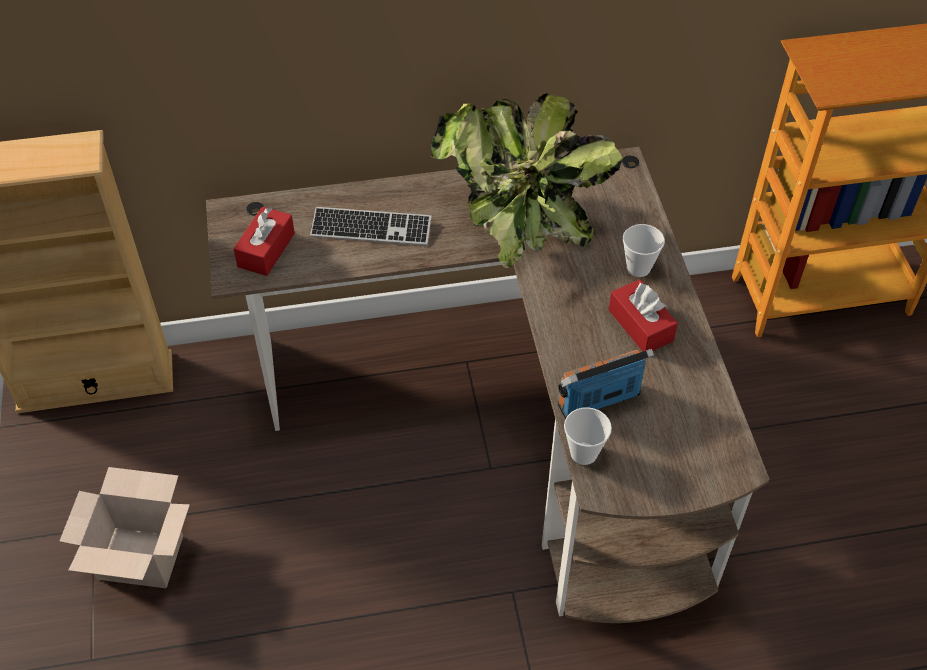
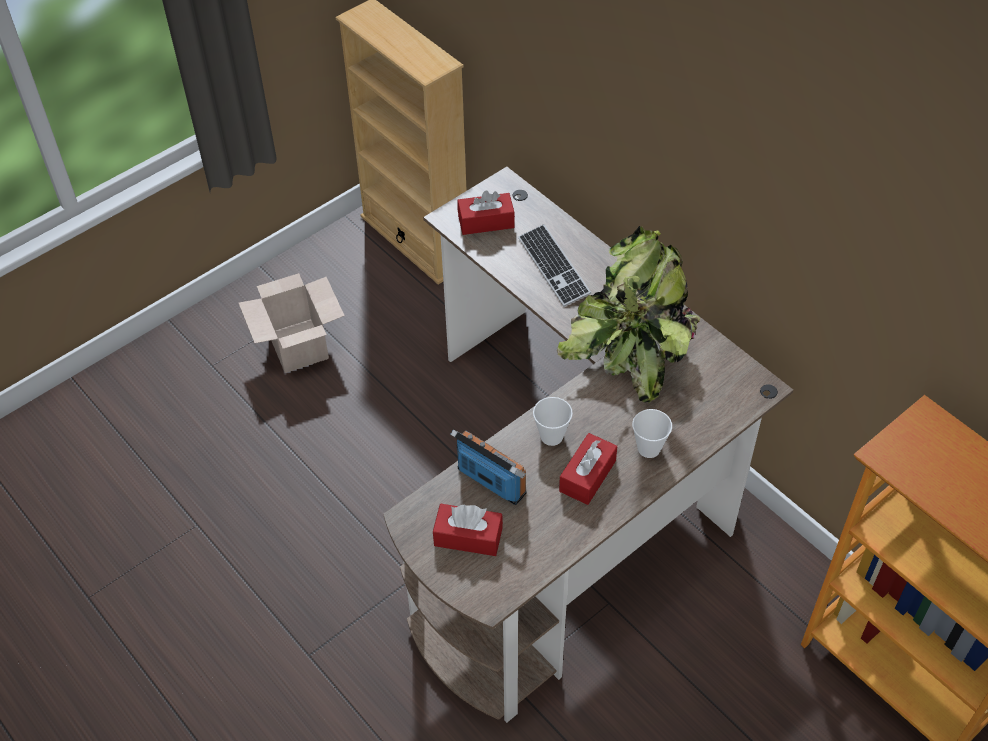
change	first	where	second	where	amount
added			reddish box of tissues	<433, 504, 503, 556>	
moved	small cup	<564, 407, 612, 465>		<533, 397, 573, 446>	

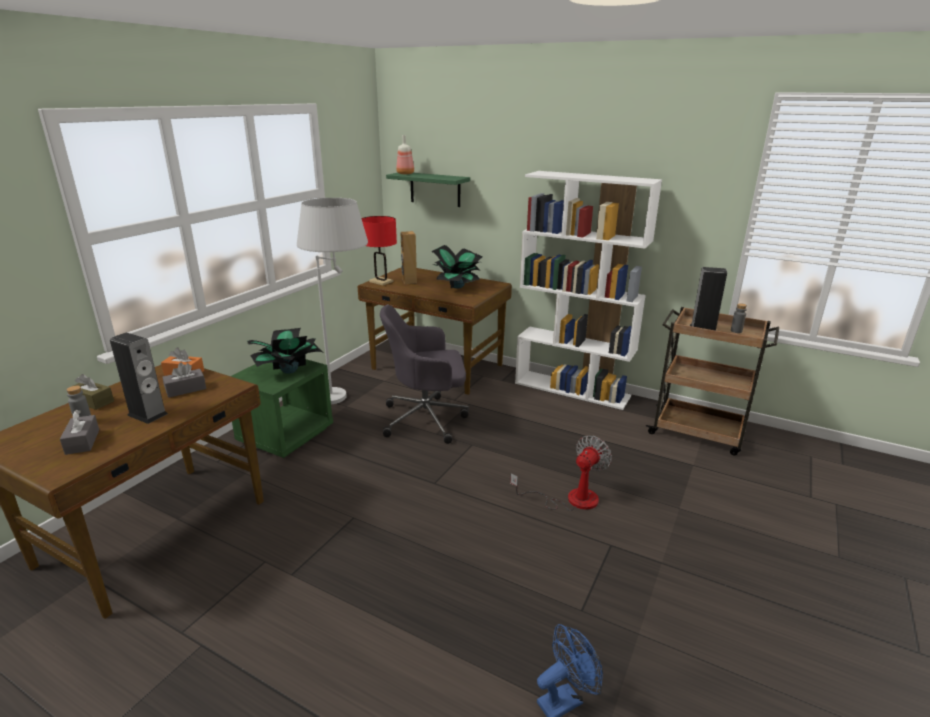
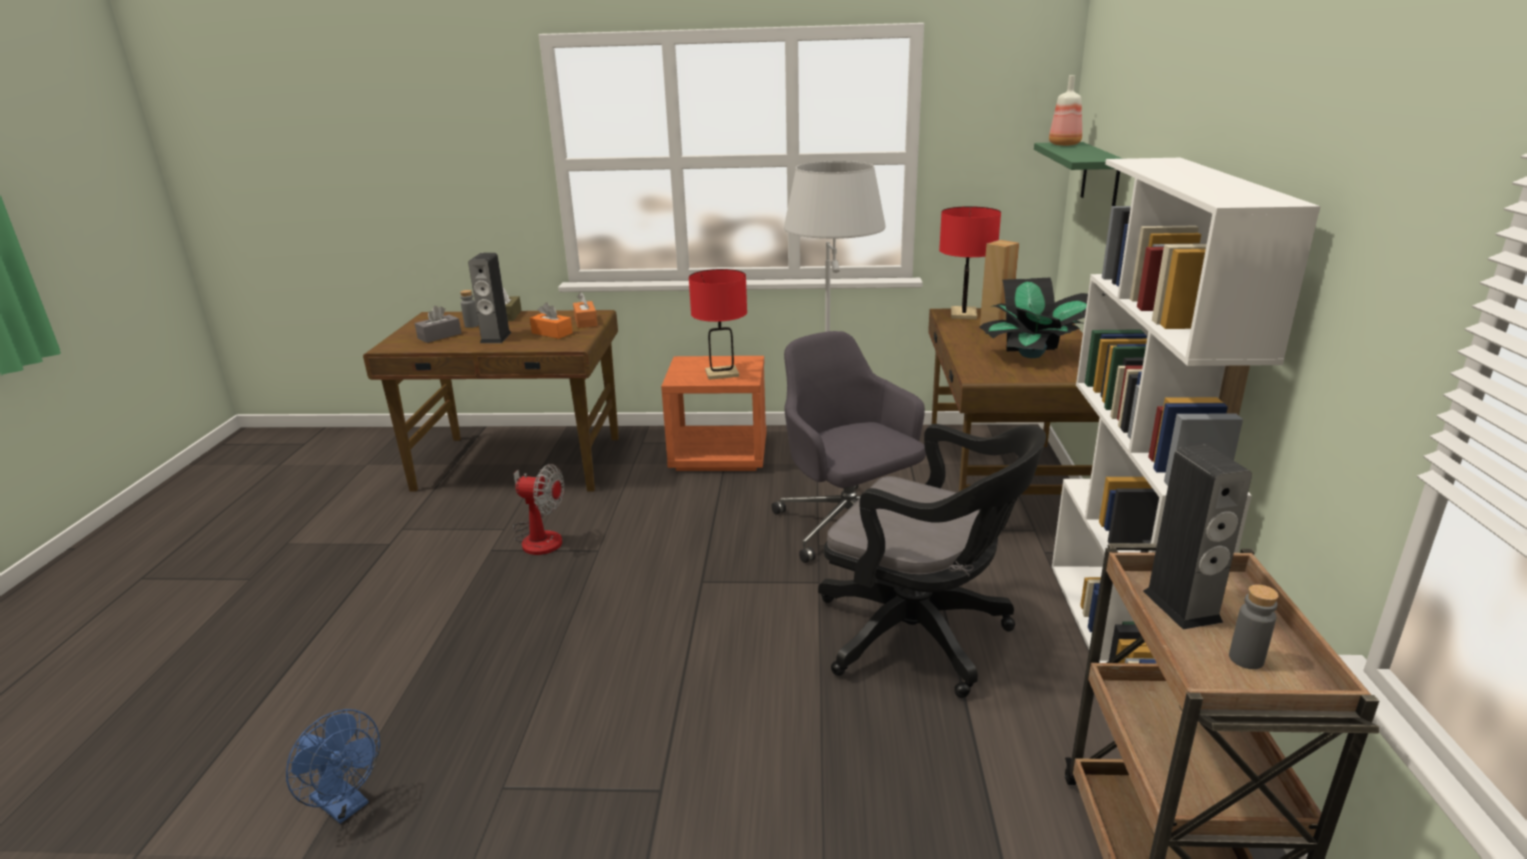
change	first	where	second	where	amount
moved	fan	<510, 435, 612, 511>		<513, 464, 564, 555>	
recoloured	gray box of tissues	<163, 363, 206, 398>	orange box of tissues	<530, 303, 573, 339>	
recoloured	green-coloured nightstand	<231, 359, 333, 458>	orange nightstand	<661, 356, 767, 471>	
replaced	potted plant	<247, 328, 322, 374>	reddish table lamp	<689, 269, 747, 380>	
added			black desk chair	<818, 424, 1046, 698>	

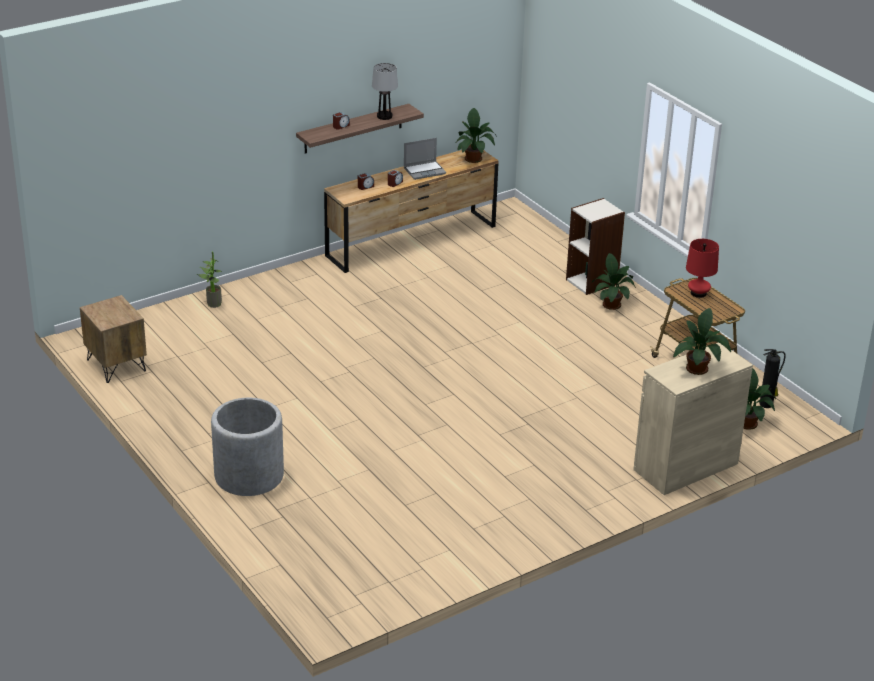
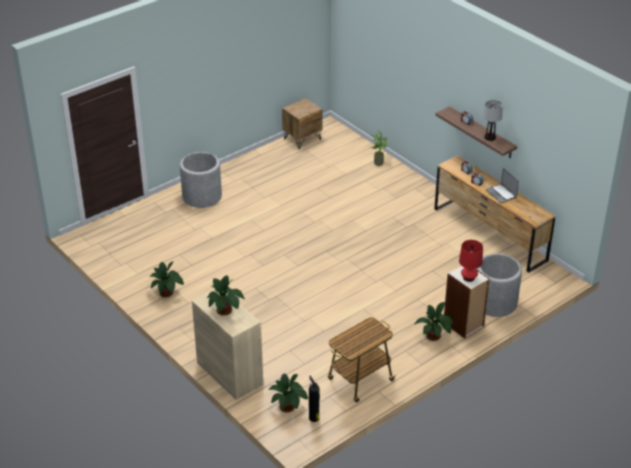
change	first	where	second	where	amount
moved	potted plant	<456, 108, 497, 163>		<148, 261, 184, 298>	
moved	reddish table lamp	<686, 239, 719, 298>		<459, 240, 483, 282>	
added			gray flower pot	<476, 254, 522, 317>	

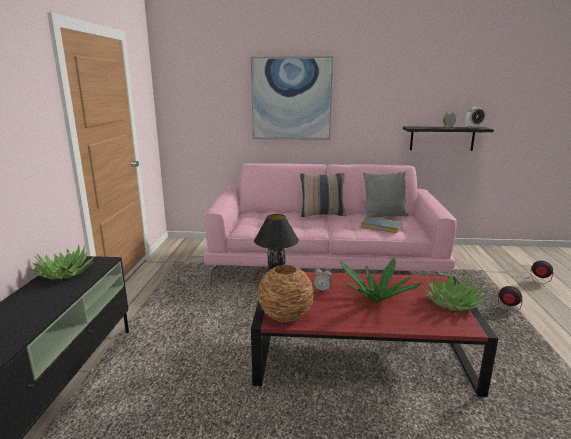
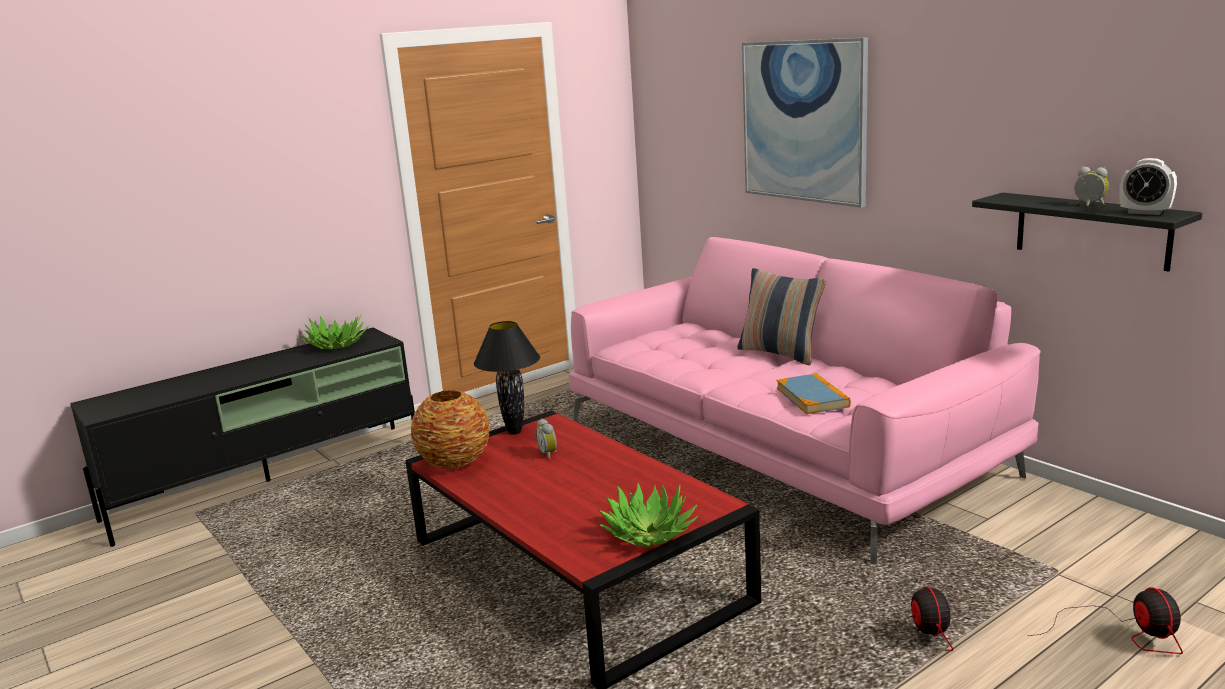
change	first	where	second	where	amount
removed	potted plant	<340, 258, 422, 302>			
removed	gray cushion	<363, 172, 409, 218>			

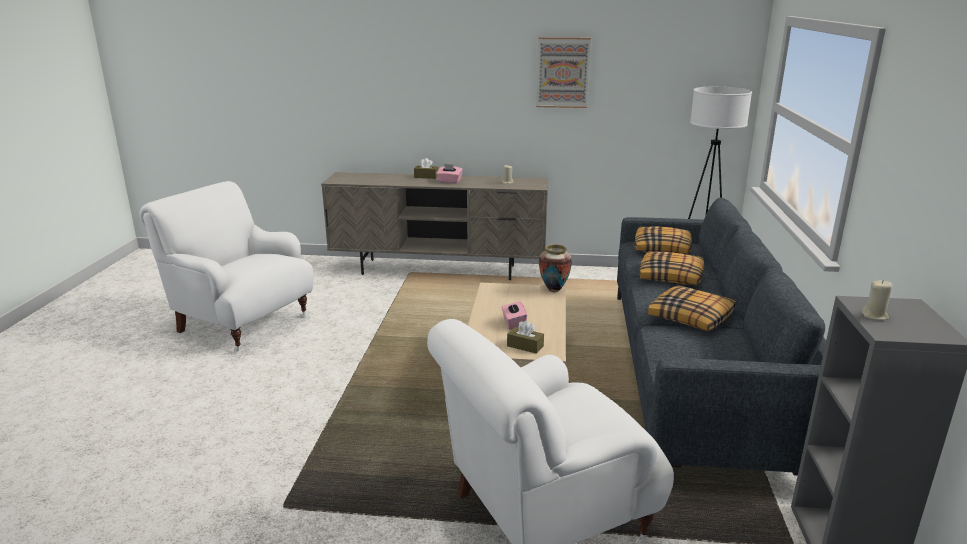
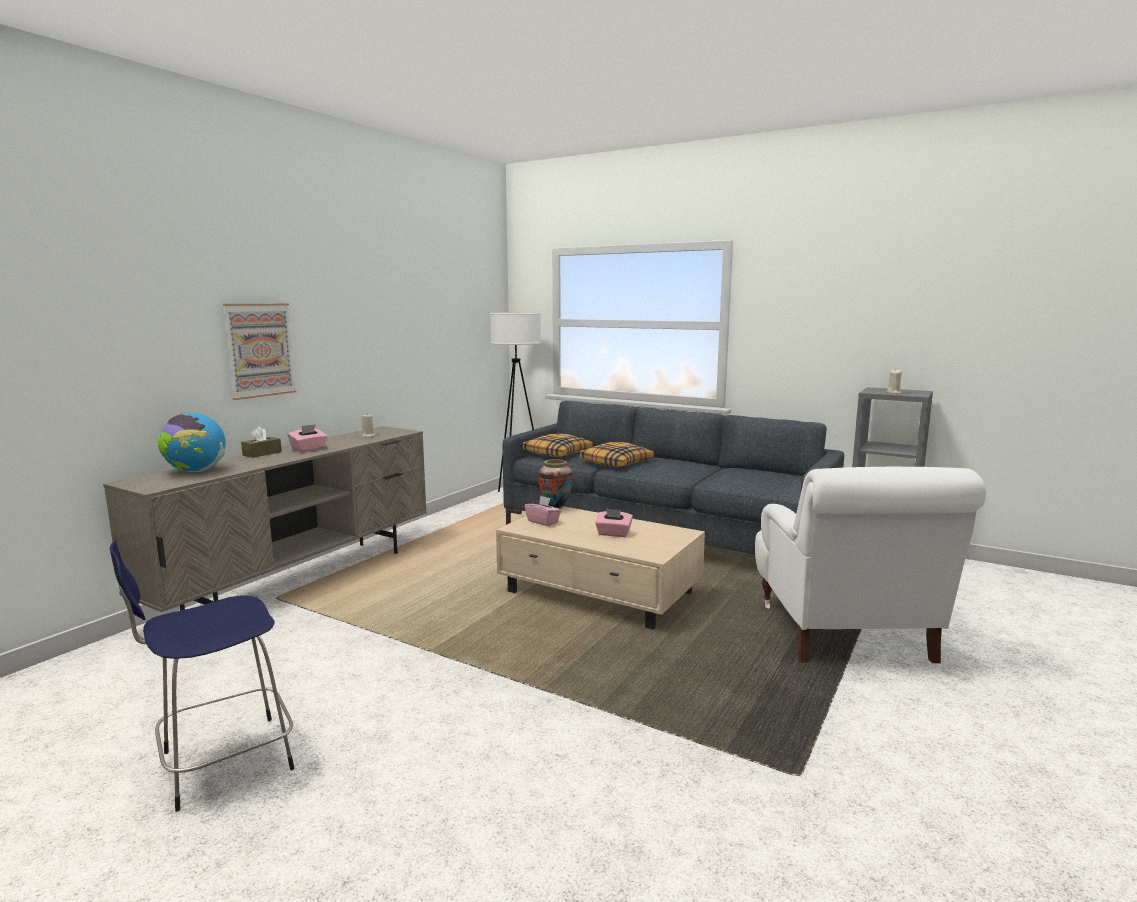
change	first	where	second	where	amount
replaced	white armchair	<139, 181, 314, 352>	blue stool	<110, 541, 294, 812>	
added			globe	<158, 413, 225, 472>	
moved	wall picture	<536, 37, 591, 108>		<223, 304, 296, 400>	
added			pinkish box of tissues	<525, 496, 561, 526>	
removed	brownish box of tissues	<507, 321, 544, 354>			
removed	cushion	<648, 285, 736, 331>			

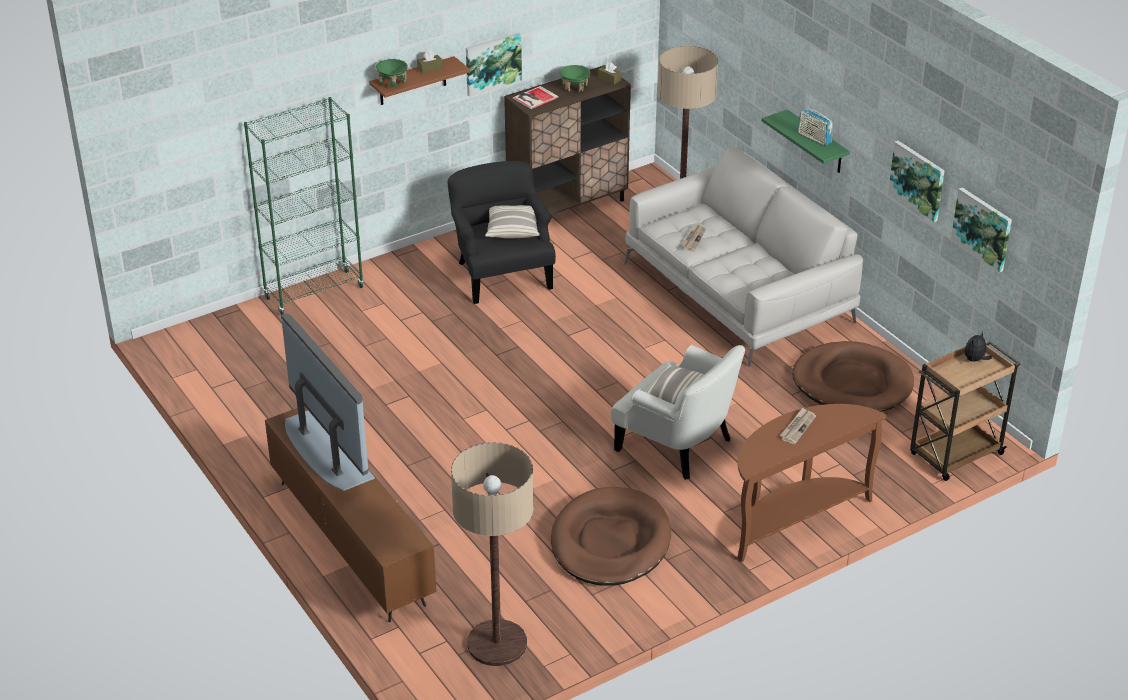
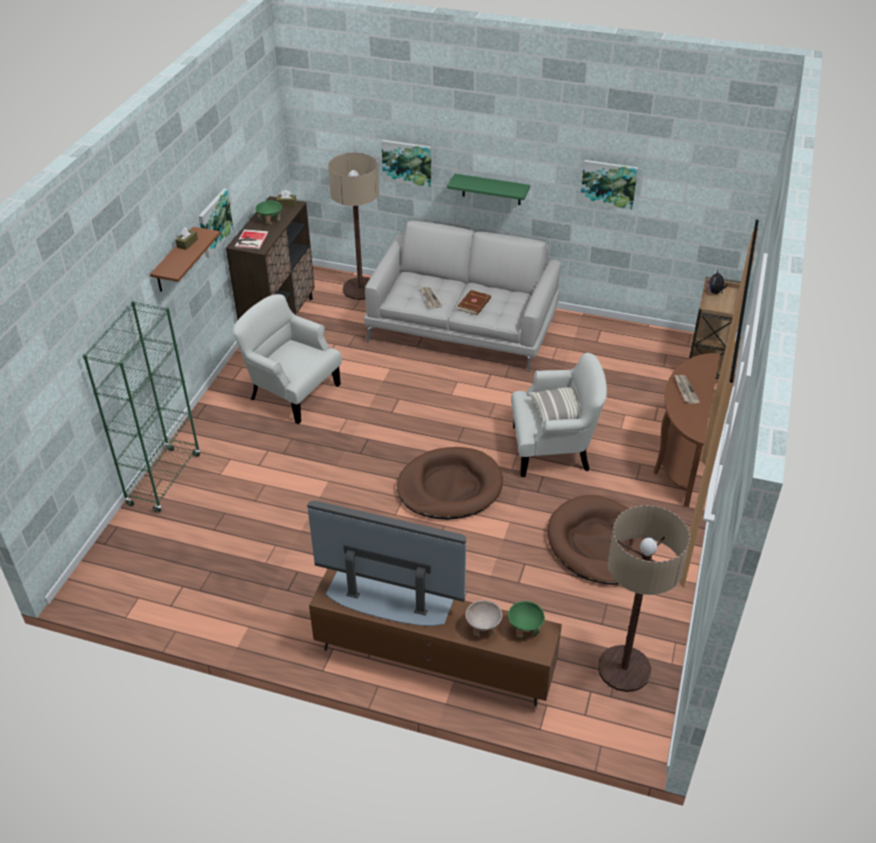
change	first	where	second	where	amount
recoloured	black armchair	<447, 161, 556, 304>	white armchair	<233, 294, 342, 424>	
moved	wall picture	<951, 187, 1012, 272>		<381, 140, 431, 188>	
moved	brownish pet bed	<792, 341, 914, 412>		<397, 447, 503, 520>	
added			brownish bound book	<457, 290, 491, 315>	
added			beige-coloured deep dish	<465, 600, 502, 638>	
moved	green-coloured deep dish	<376, 59, 408, 88>		<508, 601, 545, 639>	
removed	cushion	<485, 205, 540, 239>			
removed	radio	<797, 106, 832, 146>			

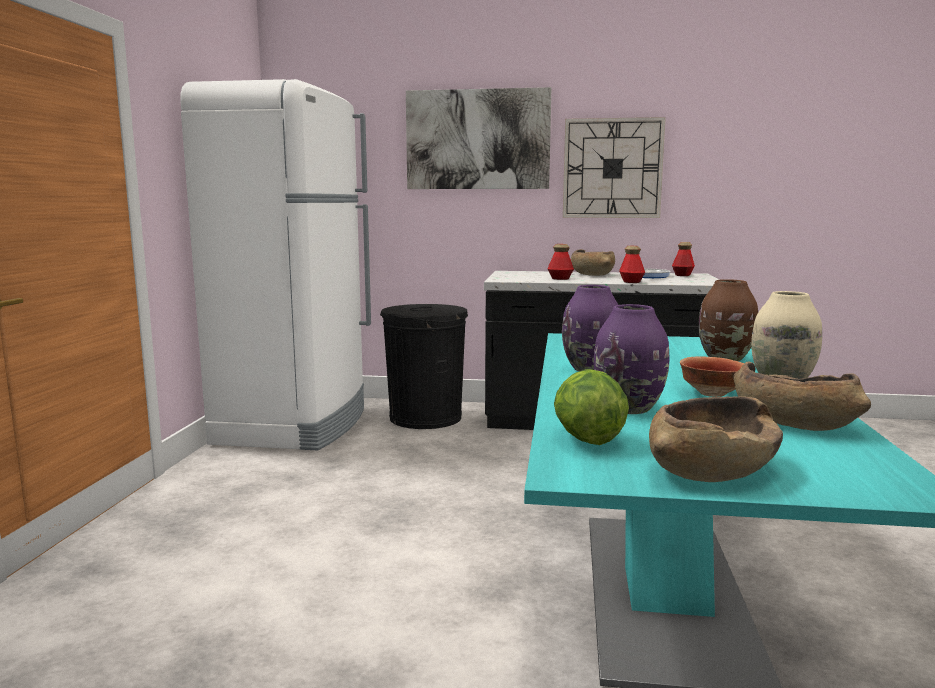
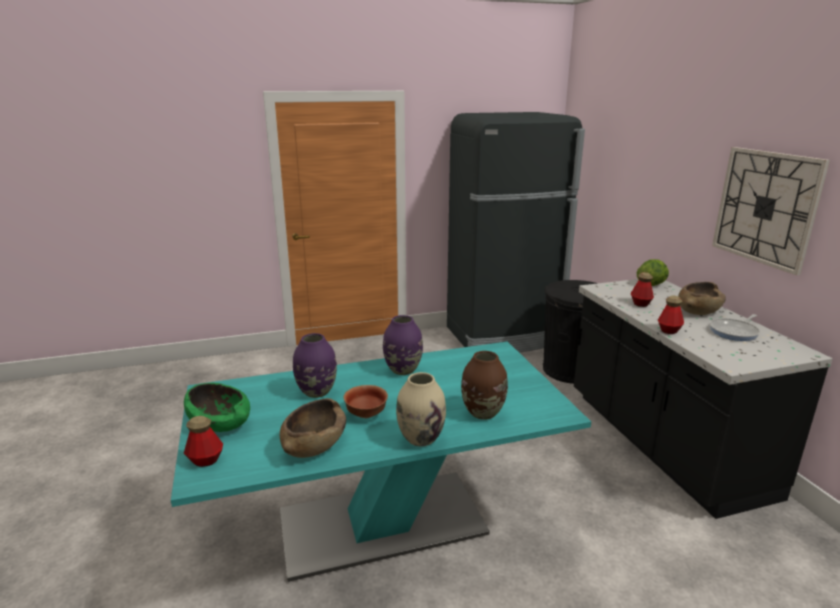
change	first	where	second	where	amount
recoloured	brownish deep dish	<649, 396, 783, 482>	green-coloured deep dish	<184, 383, 250, 432>	
moved	beverage bottle	<672, 242, 695, 276>		<184, 416, 223, 467>	
recoloured	white kitchen fridge	<181, 79, 371, 451>	black kitchen fridge	<447, 112, 585, 353>	
moved	lettuce head	<554, 369, 629, 445>		<637, 259, 669, 286>	
removed	wall picture	<406, 87, 551, 189>			

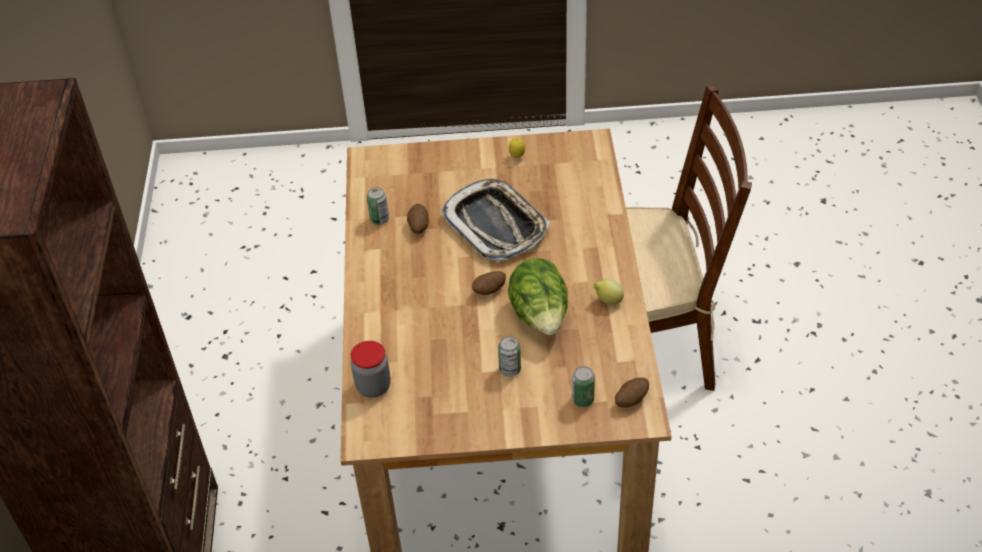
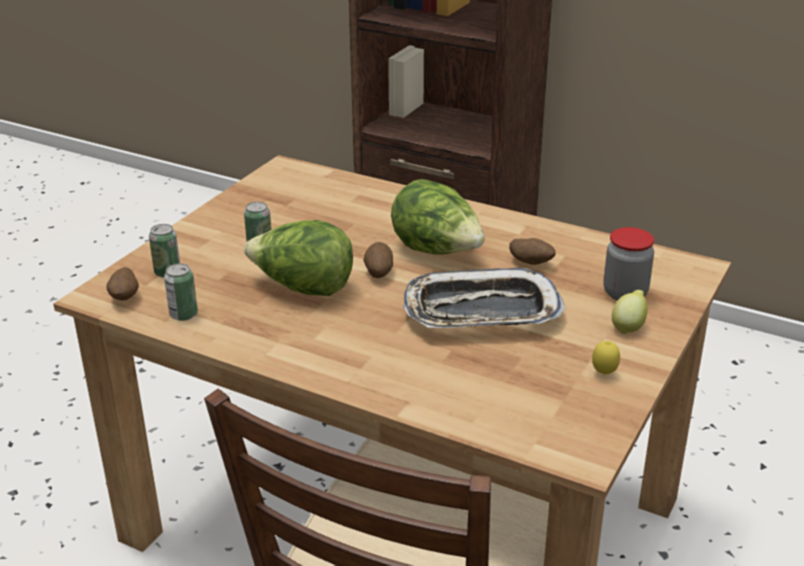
change	first	where	second	where	amount
moved	can	<367, 187, 389, 225>		<164, 263, 198, 321>	
added			lettuce head	<391, 179, 485, 255>	
moved	preserve jar	<351, 341, 391, 398>		<604, 227, 654, 300>	
moved	lemon	<593, 279, 624, 305>		<612, 290, 647, 335>	

